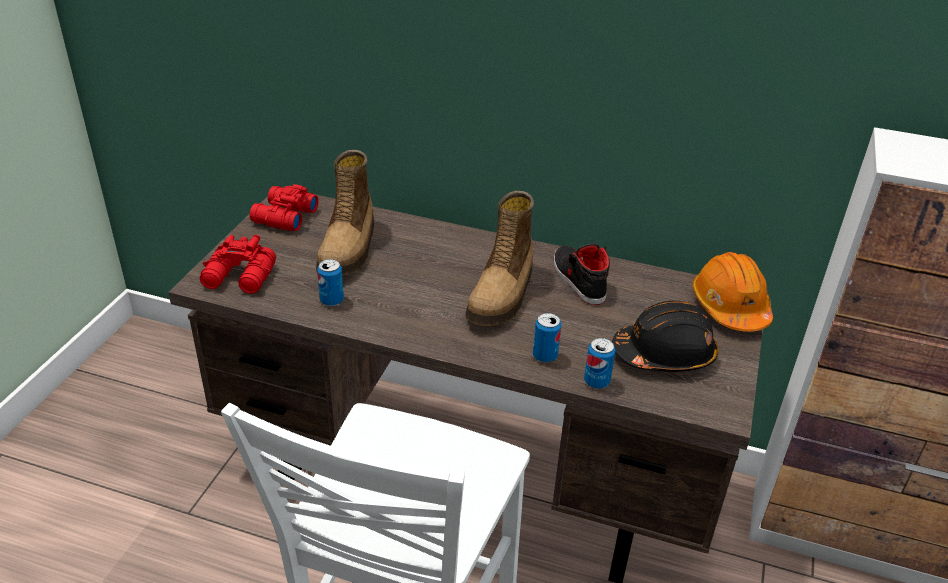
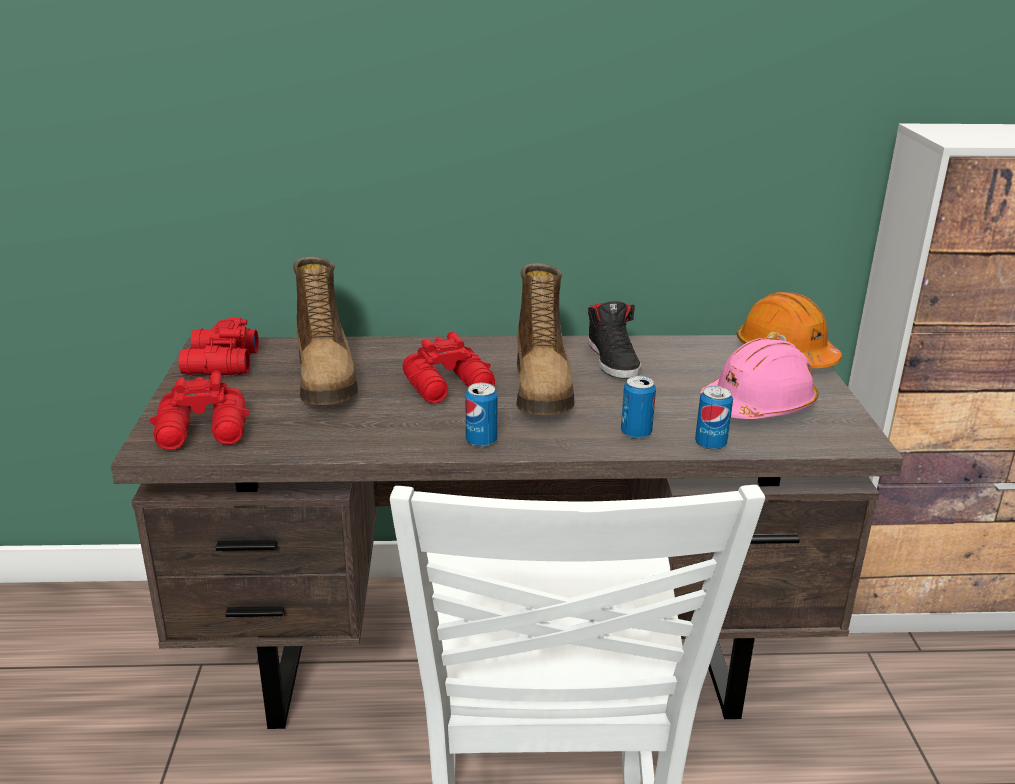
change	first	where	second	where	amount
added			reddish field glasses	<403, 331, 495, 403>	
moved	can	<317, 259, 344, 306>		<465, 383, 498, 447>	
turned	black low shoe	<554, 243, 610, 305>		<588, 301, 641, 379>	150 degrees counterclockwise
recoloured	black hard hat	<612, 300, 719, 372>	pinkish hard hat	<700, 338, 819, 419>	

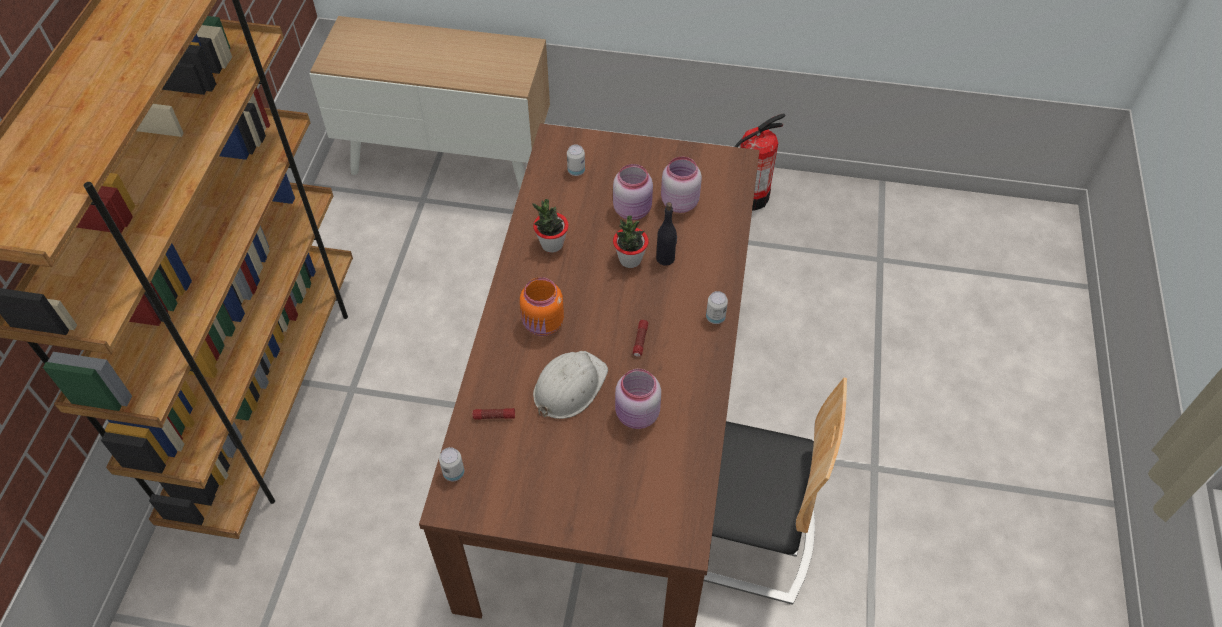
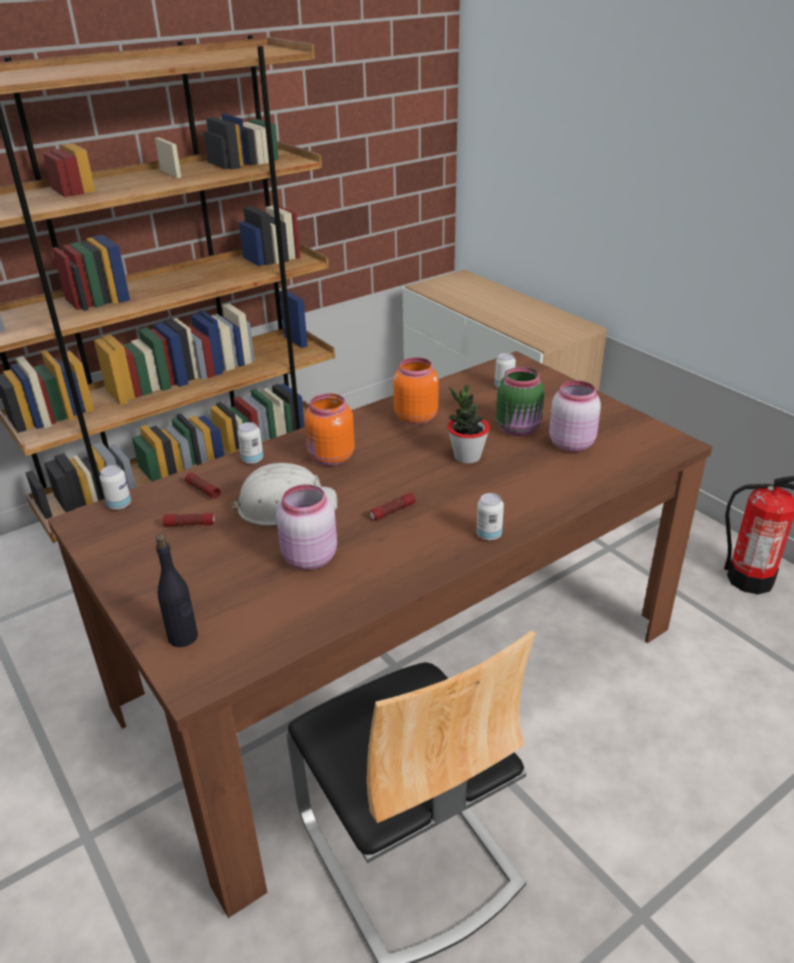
change	first	where	second	where	amount
moved	black beverage bottle	<656, 202, 677, 266>		<156, 534, 198, 647>	
added			flashlight	<163, 513, 215, 526>	
added			can	<237, 422, 263, 464>	
replaced	potted plant	<533, 199, 569, 253>	orange preserve jar	<393, 357, 439, 425>	
recoloured	pinkish preserve jar	<613, 164, 653, 221>	green-coloured preserve jar	<496, 367, 544, 436>	

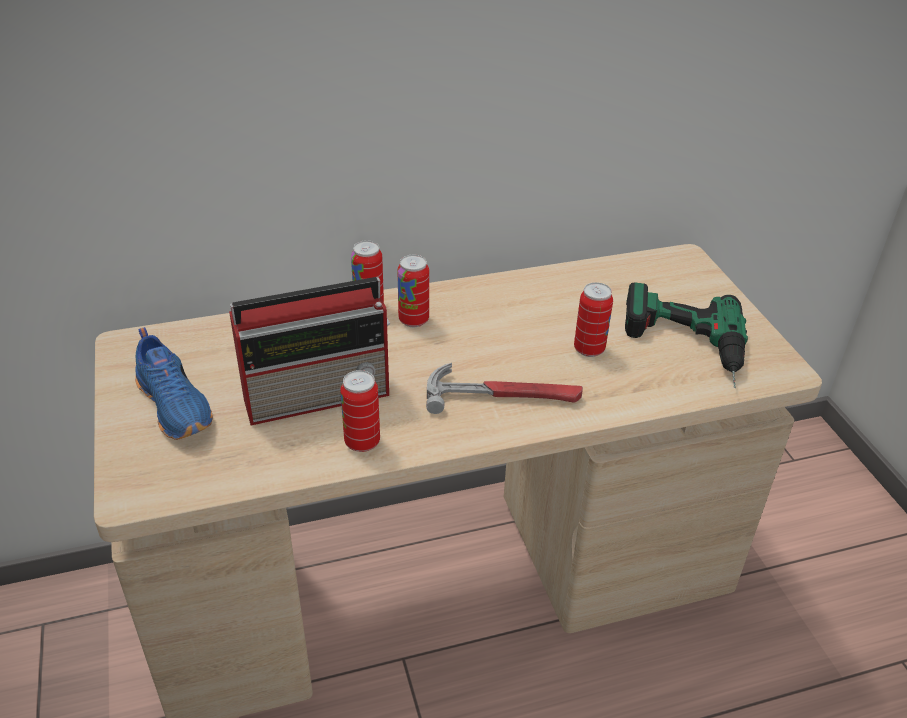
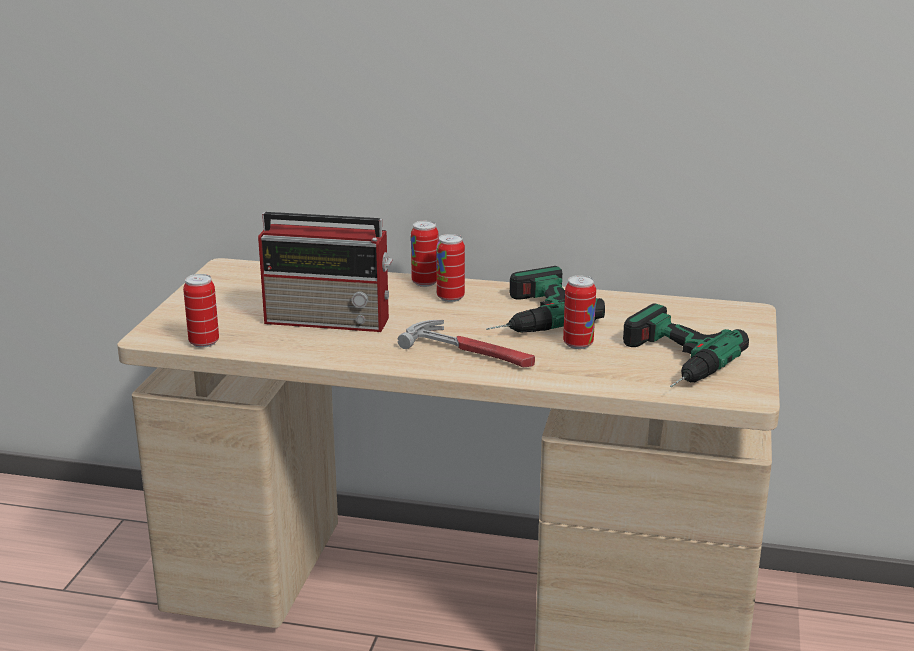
change	first	where	second	where	amount
moved	can	<340, 370, 380, 452>		<183, 274, 219, 348>	
added			electric drill	<486, 266, 605, 333>	
removed	blue low shoe	<135, 327, 213, 440>			

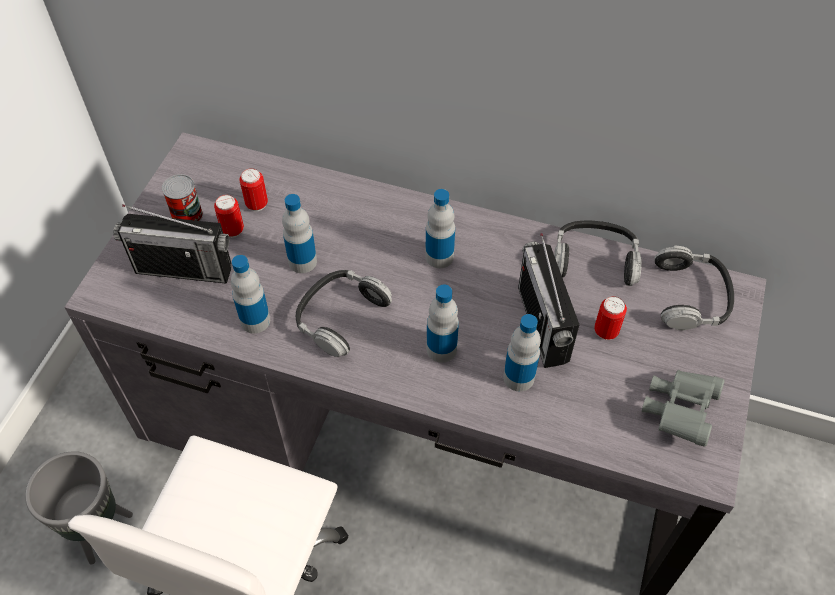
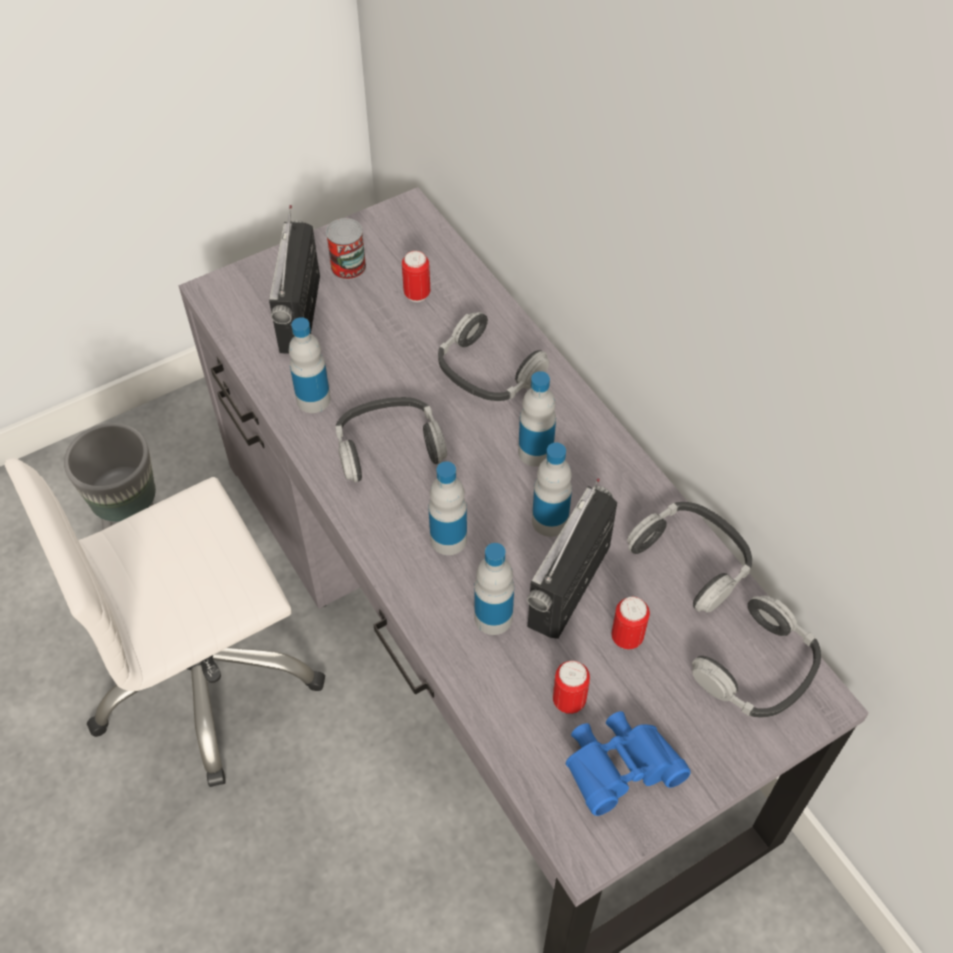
change	first	where	second	where	amount
turned	radio	<113, 204, 231, 284>		<269, 205, 320, 354>	45 degrees clockwise
added			headphones	<438, 312, 549, 401>	
moved	beverage bottle	<282, 194, 317, 273>		<532, 443, 572, 537>	
moved	can	<214, 195, 244, 238>		<553, 661, 590, 714>	
recoloured	gray field glasses	<642, 370, 724, 447>	blue field glasses	<566, 711, 691, 816>	

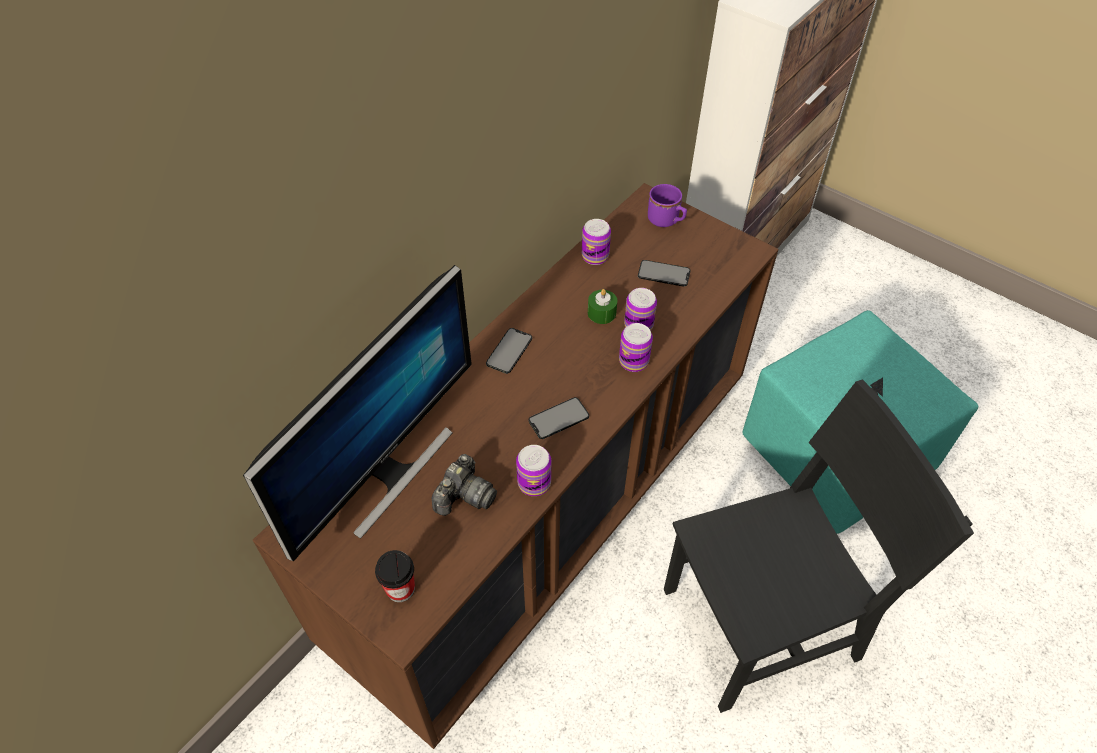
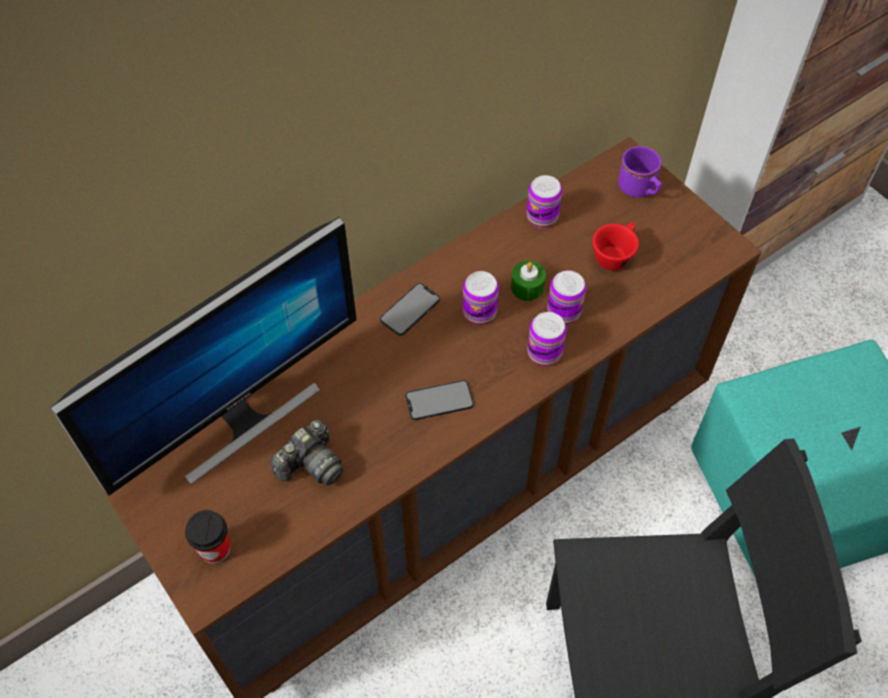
change	first	where	second	where	amount
moved	can	<516, 445, 551, 496>		<463, 271, 499, 325>	
replaced	telephone	<638, 260, 691, 287>	reddish small cup	<592, 222, 639, 270>	

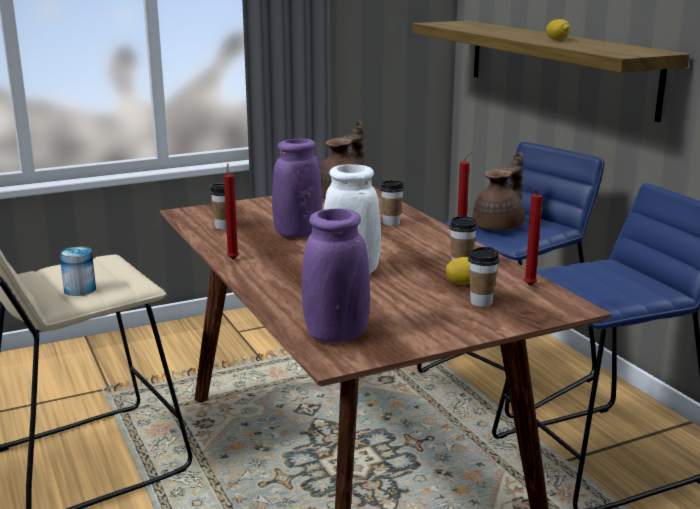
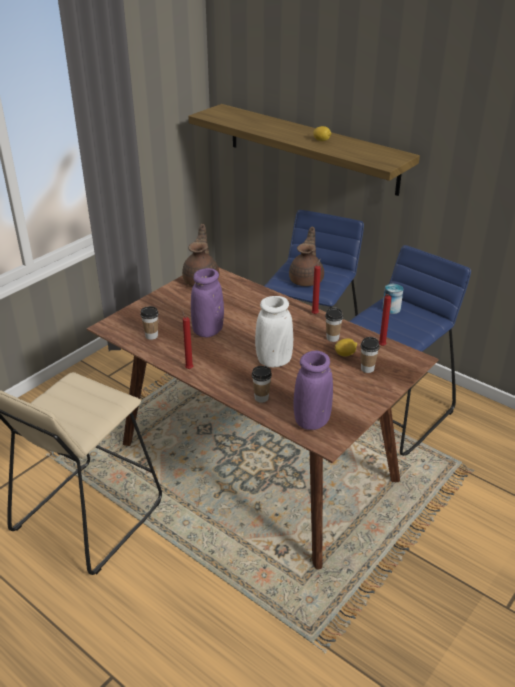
change	first	where	second	where	amount
moved	small cup	<380, 180, 404, 226>		<252, 366, 272, 403>	
moved	can	<59, 247, 96, 296>		<382, 284, 403, 314>	

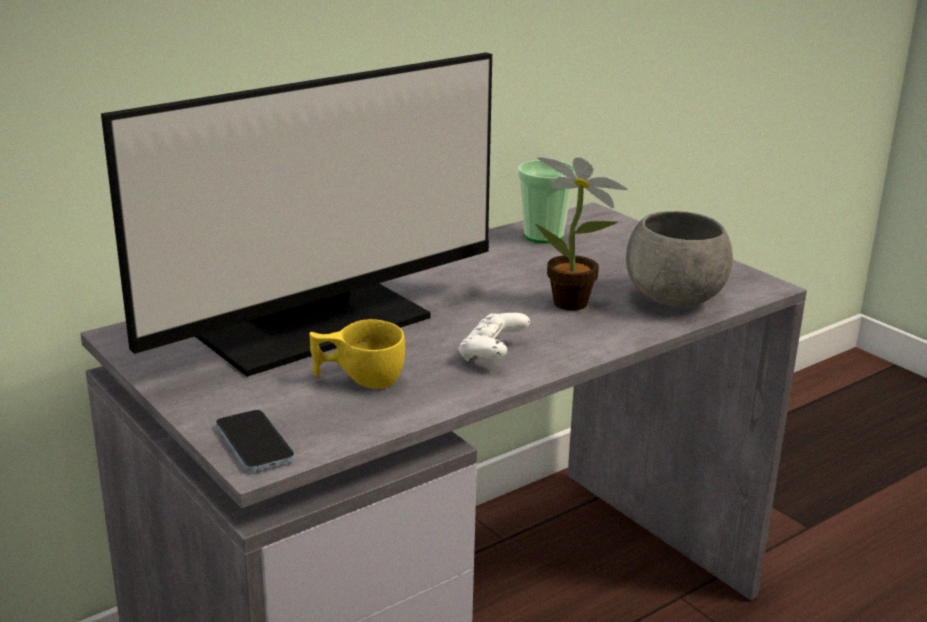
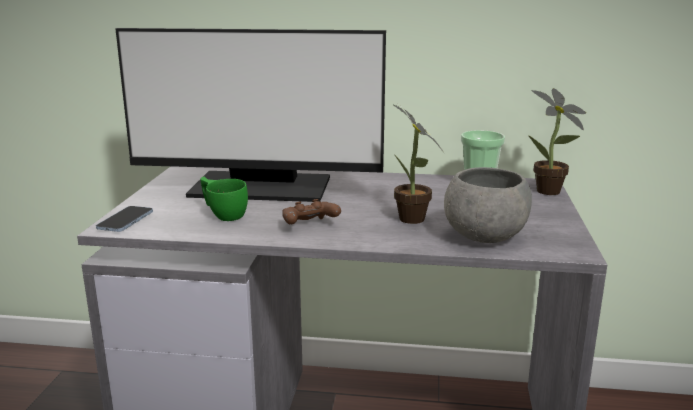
change	first	where	second	where	amount
recoloured	yellow-coloured small cup	<309, 319, 405, 389>	green-coloured small cup	<200, 177, 248, 221>	
recoloured	white joypad	<458, 313, 530, 361>	brownish joypad	<282, 199, 341, 224>	
added			potted plant	<528, 88, 586, 195>	

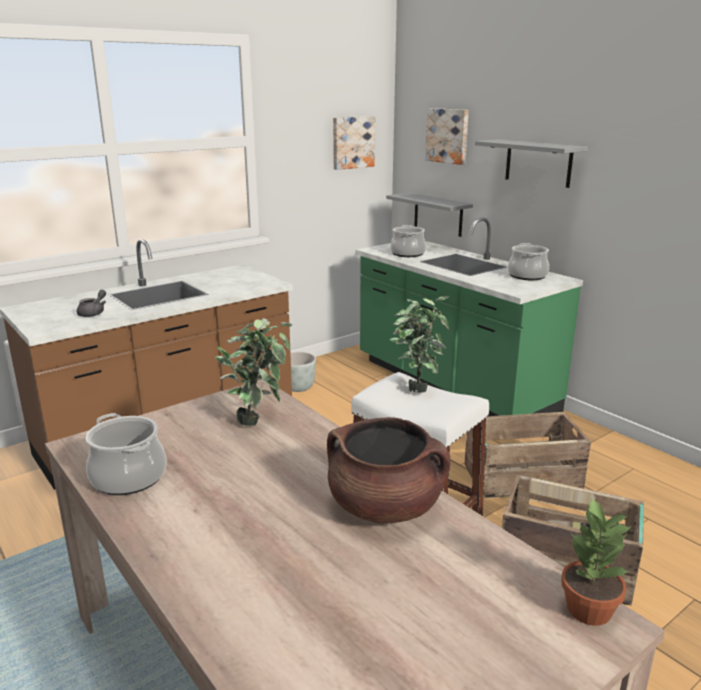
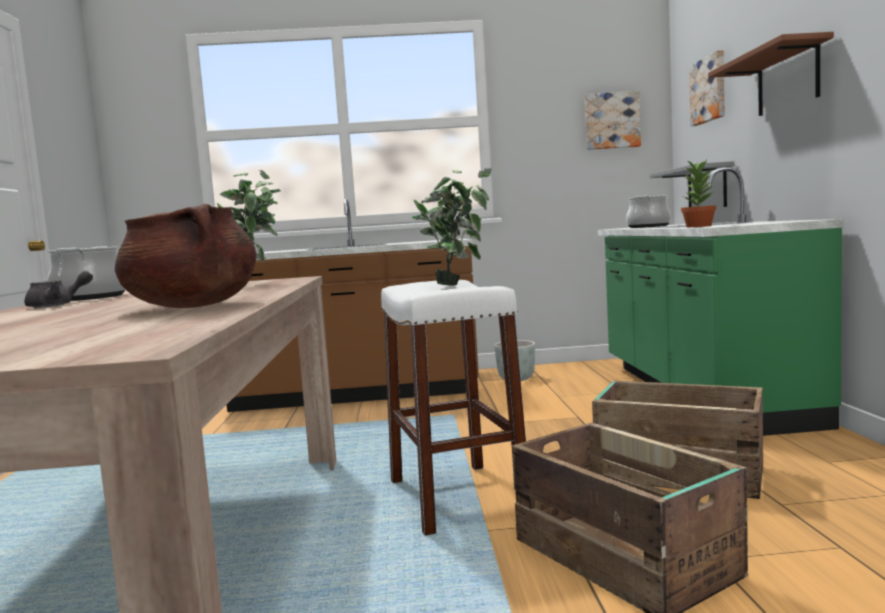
change	first	where	second	where	amount
moved	gray pot for tea	<77, 290, 106, 317>		<24, 271, 93, 308>	
moved	potted plant	<561, 498, 632, 626>		<681, 159, 716, 228>	
recoloured	gray bracket shelf	<475, 139, 588, 188>	brownish bracket shelf	<708, 32, 834, 116>	
removed	cooking pot	<508, 243, 549, 280>			

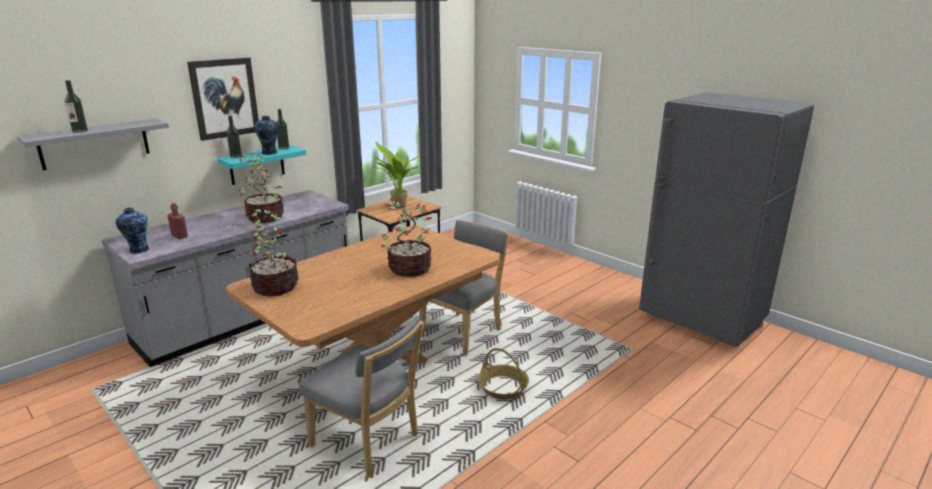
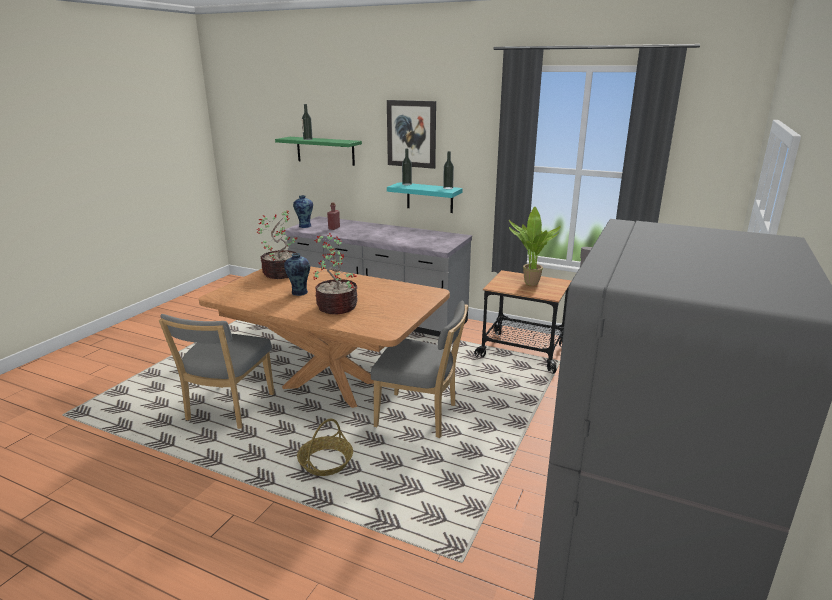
change	first	where	second	where	amount
recoloured	gray bracket shelf	<16, 119, 169, 170>	green-coloured bracket shelf	<275, 137, 362, 166>	
moved	decorative vase	<254, 116, 279, 155>		<284, 253, 310, 296>	
removed	potted plant	<239, 153, 284, 223>			

